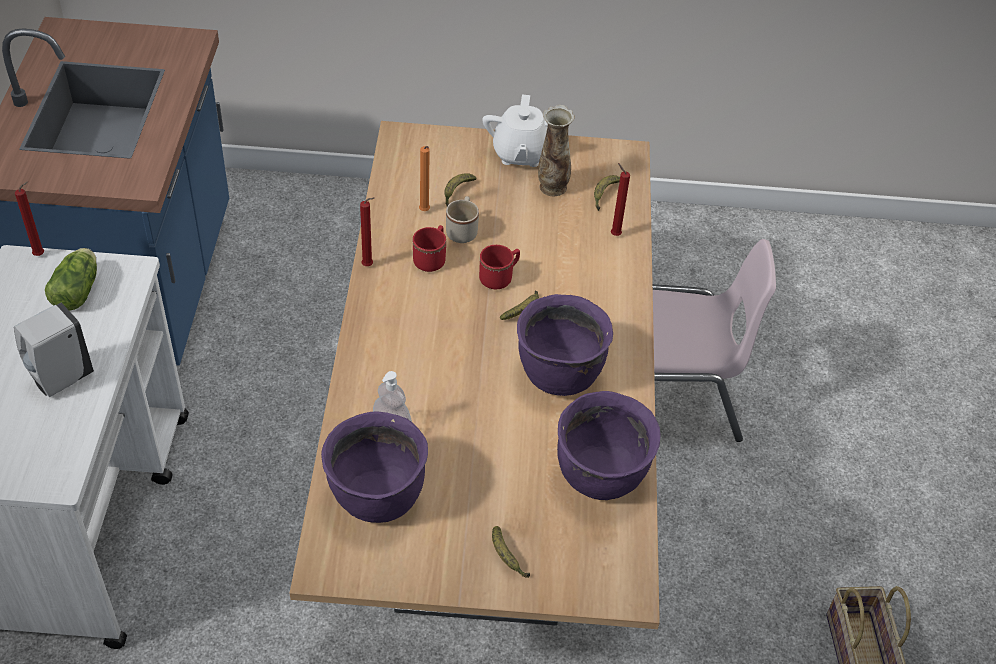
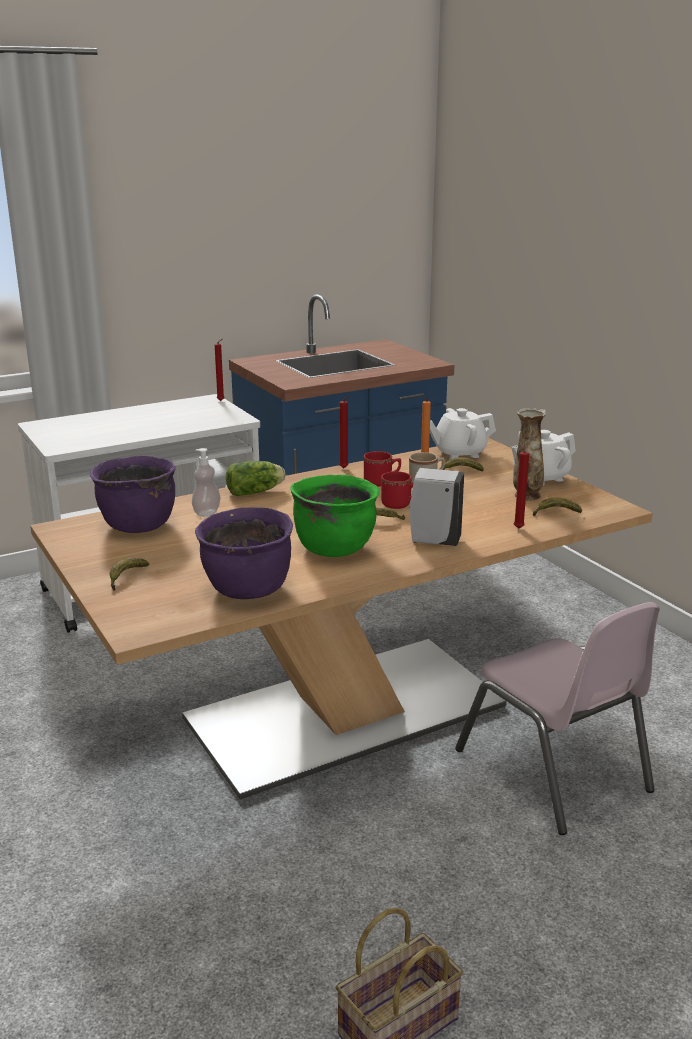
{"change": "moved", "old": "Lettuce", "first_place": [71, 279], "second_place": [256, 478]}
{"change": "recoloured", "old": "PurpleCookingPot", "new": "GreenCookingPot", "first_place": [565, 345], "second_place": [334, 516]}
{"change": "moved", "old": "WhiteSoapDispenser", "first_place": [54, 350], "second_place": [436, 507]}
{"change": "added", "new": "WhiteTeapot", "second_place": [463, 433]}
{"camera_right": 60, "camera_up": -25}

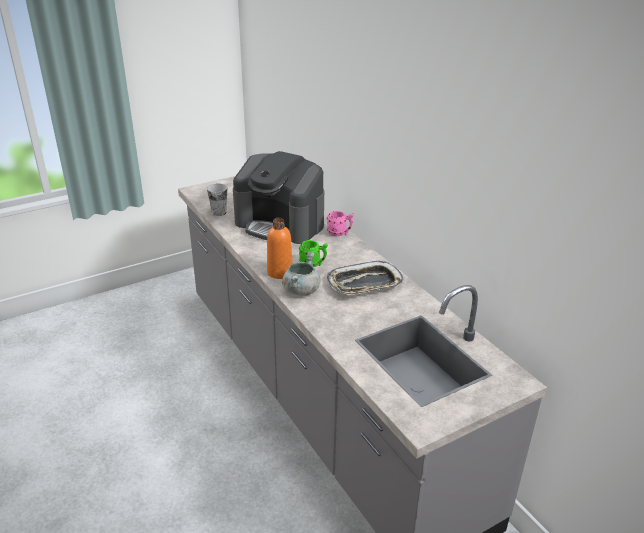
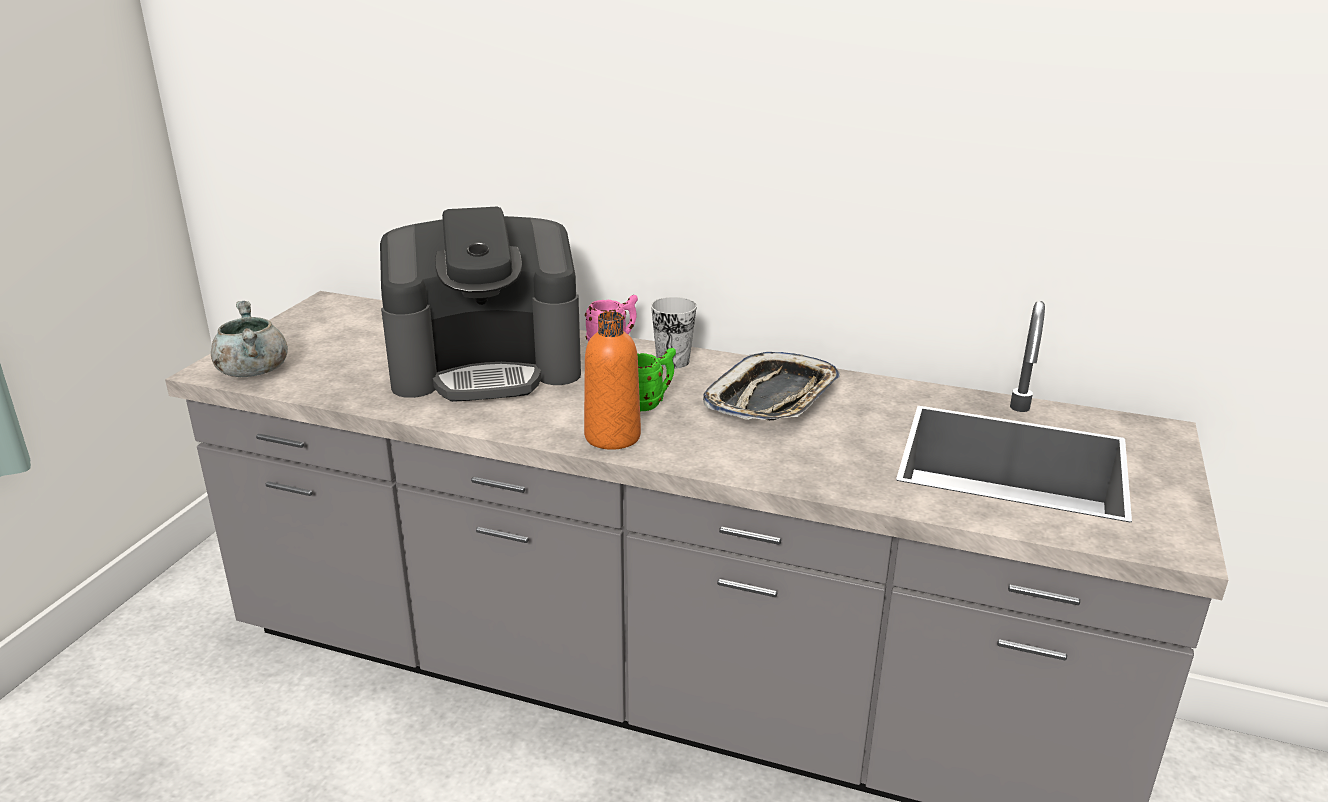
{"change": "moved", "old": "GreyCookingPot", "first_place": [301, 274], "second_place": [249, 339]}
{"change": "moved", "old": "Cup", "first_place": [217, 199], "second_place": [674, 333]}
{"camera_right": -40, "camera_up": -5}

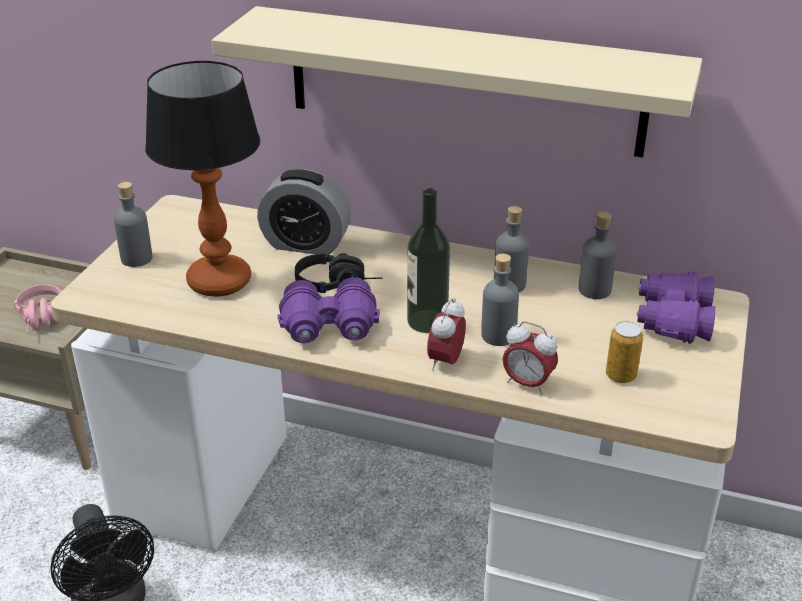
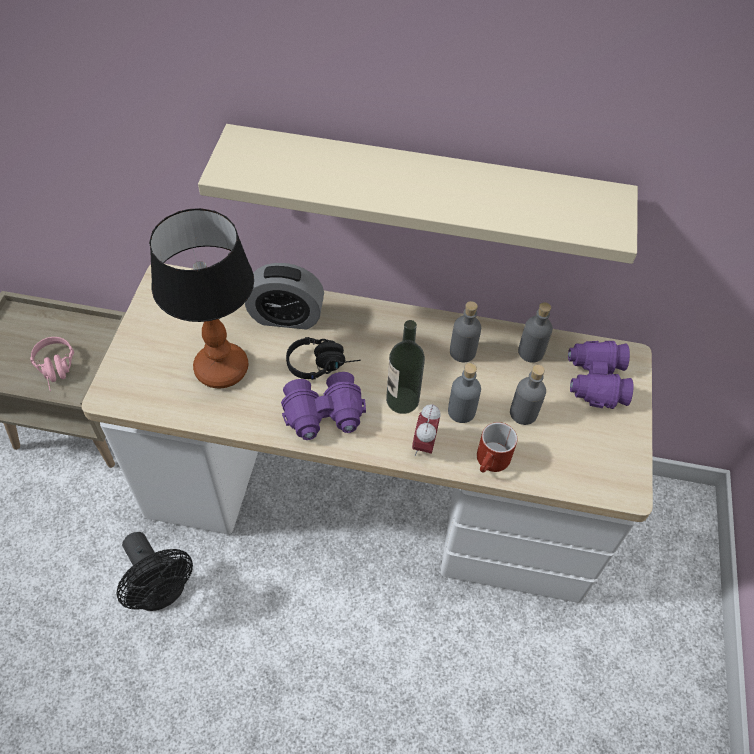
{"change": "replaced", "old": "AlarmClock", "new": "RedMug", "first_place": [530, 358], "second_place": [497, 447]}
{"change": "moved", "old": "GreyBottle", "first_place": [133, 224], "second_place": [528, 395]}
{"change": "removed", "old": "Can", "first_place": [624, 352]}
{"camera_right": -10, "camera_up": 20}

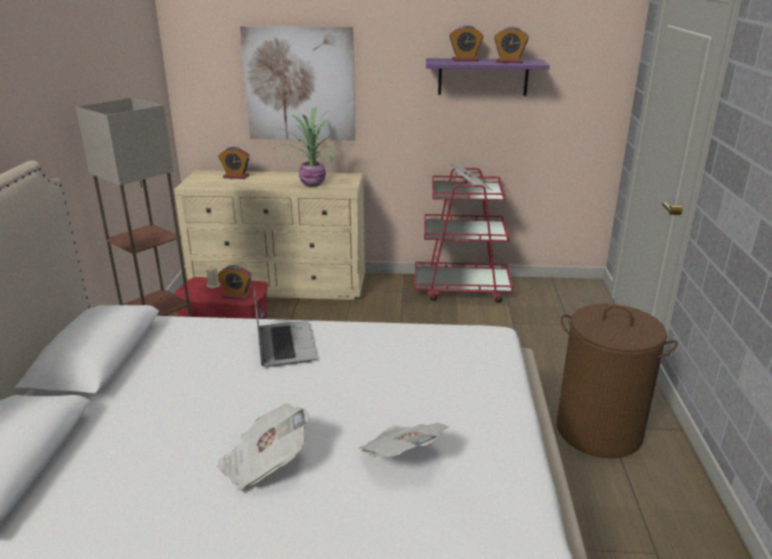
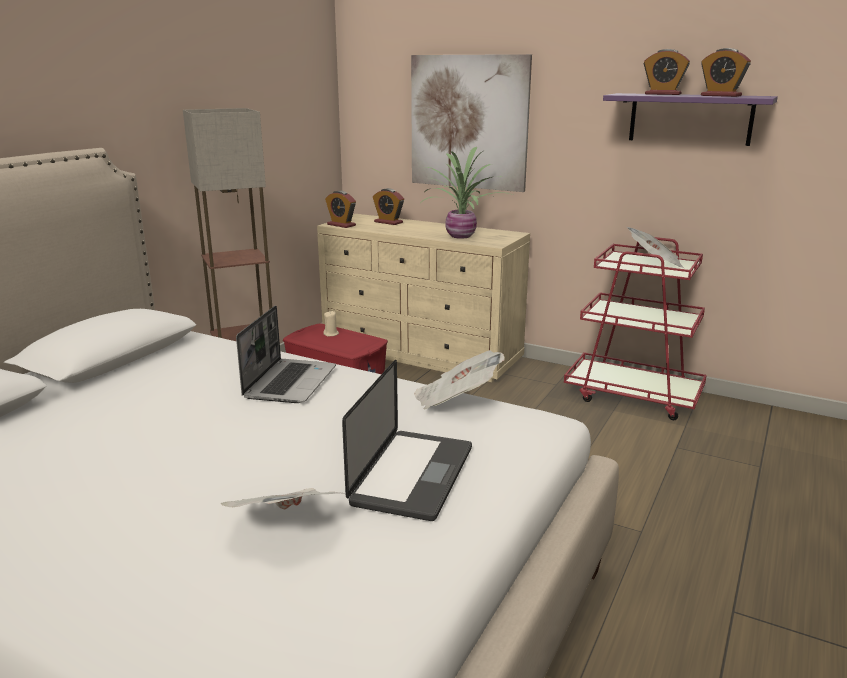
{"change": "moved", "old": "AlarmClock", "first_place": [235, 282], "second_place": [340, 209]}
{"change": "added", "new": "Laptop", "second_place": [407, 440]}
{"change": "moved", "old": "Newspaper", "first_place": [263, 447], "second_place": [459, 379]}
{"change": "removed", "old": "BrownLaundryBasket", "first_place": [617, 381]}
{"camera_right": 25, "camera_up": -5}

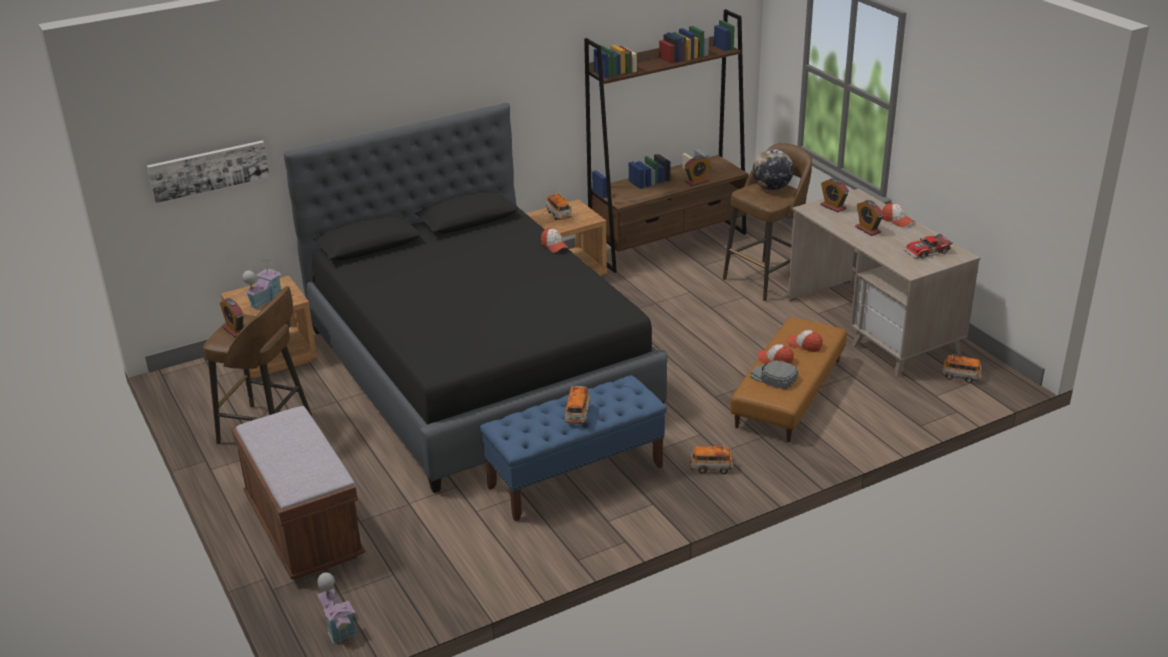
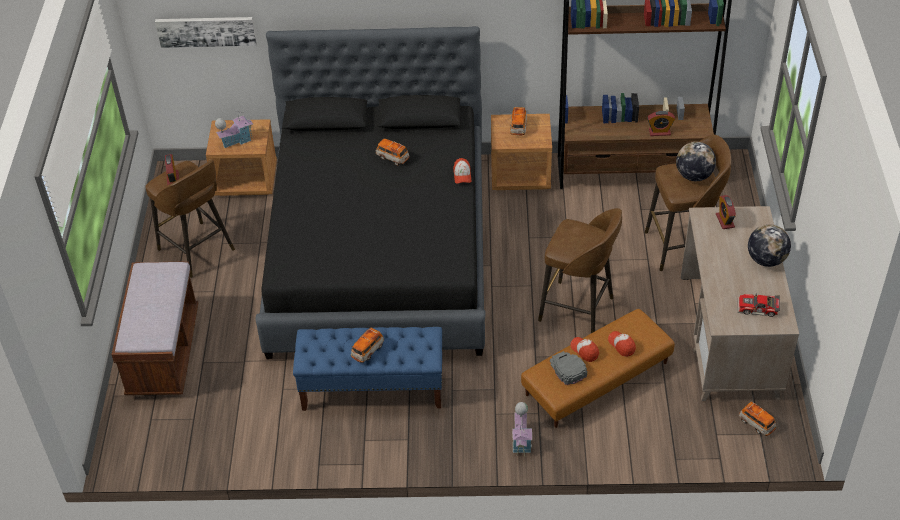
{"change": "moved", "old": "ToyCar", "first_place": [712, 459], "second_place": [393, 152]}
{"change": "moved", "old": "ToyHouse", "first_place": [336, 608], "second_place": [522, 429]}
{"change": "added", "new": "BrownStool", "second_place": [580, 270]}
{"change": "replaced", "old": "Cap", "new": "Globe", "first_place": [898, 215], "second_place": [769, 245]}
{"change": "removed", "old": "AlarmClock", "first_place": [869, 218]}
{"camera_right": 30, "camera_up": 15}

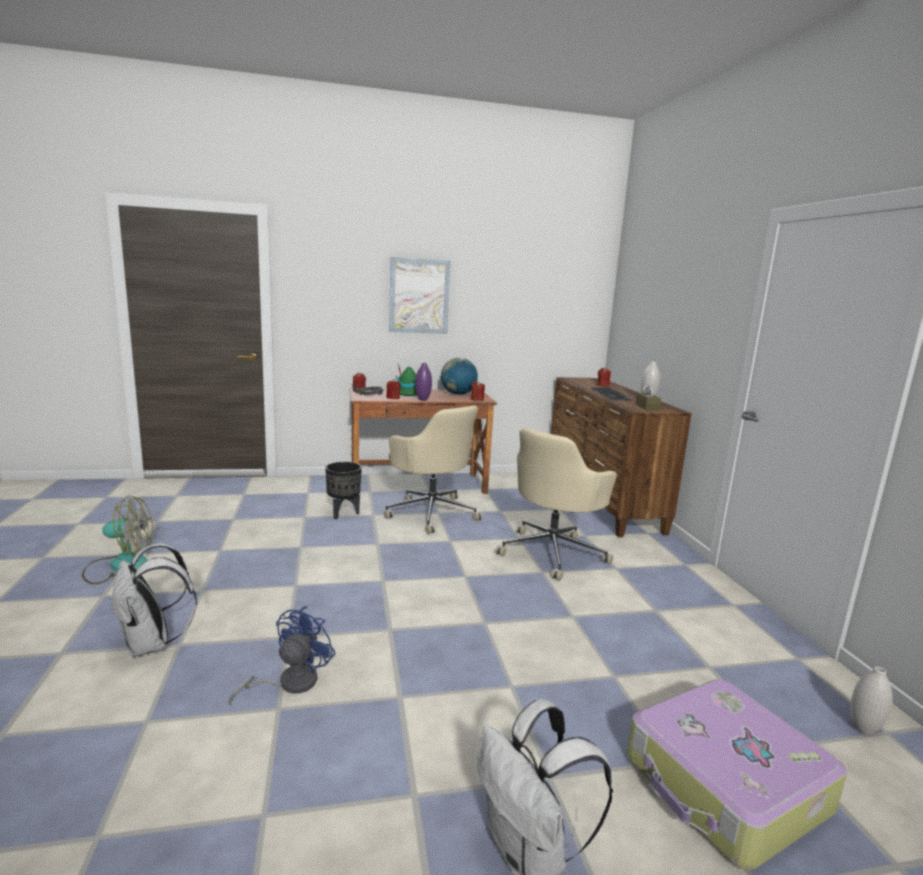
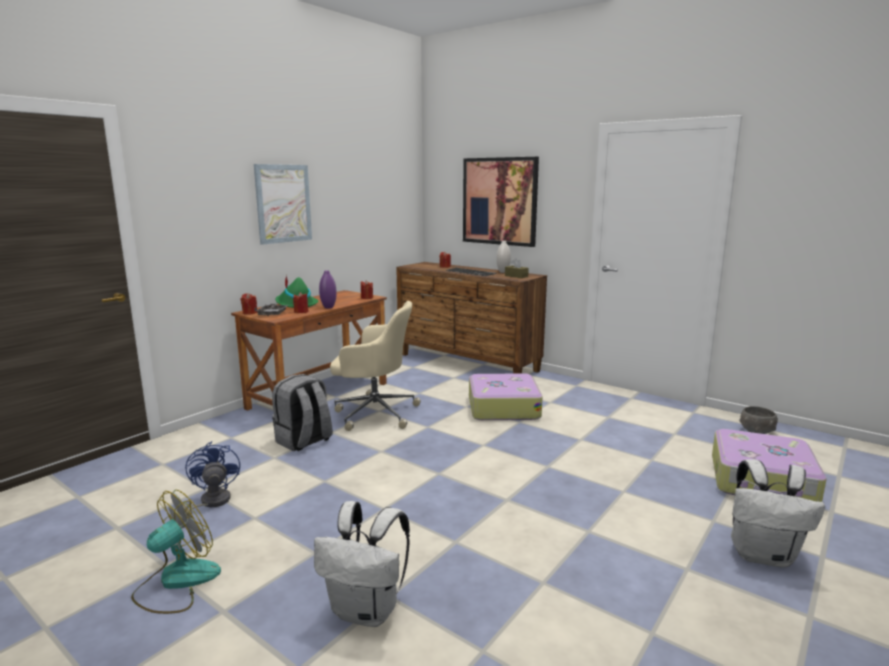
{"change": "moved", "old": "BlueFan", "first_place": [282, 655], "second_place": [210, 485]}
{"change": "replaced", "old": "BlackPlanter", "new": "GreyBackpack", "first_place": [343, 490], "second_place": [302, 412]}
{"change": "added", "new": "Picture", "second_place": [501, 202]}
{"change": "replaced", "old": "BeigeOfficeChair", "new": "Suitcase", "first_place": [556, 504], "second_place": [506, 396]}
{"change": "replaced", "old": "WhiteVase", "new": "GreyBowl", "first_place": [871, 700], "second_place": [759, 420]}
{"change": "removed", "old": "Globe", "first_place": [459, 376]}
{"camera_right": -40, "camera_up": 0}

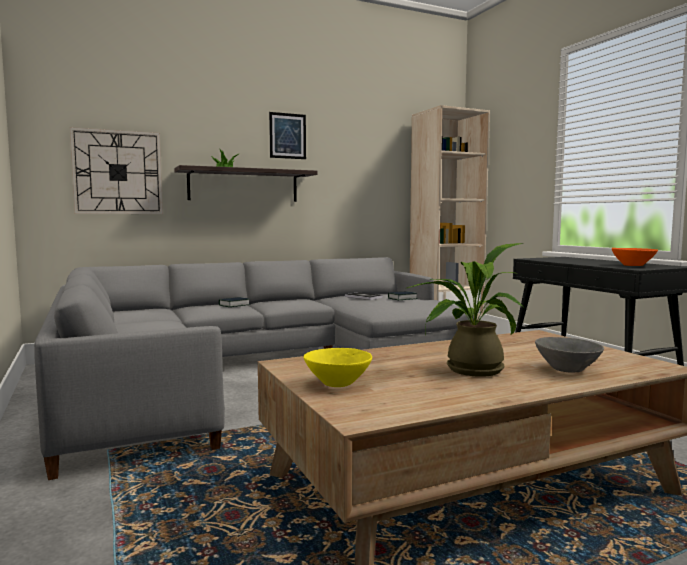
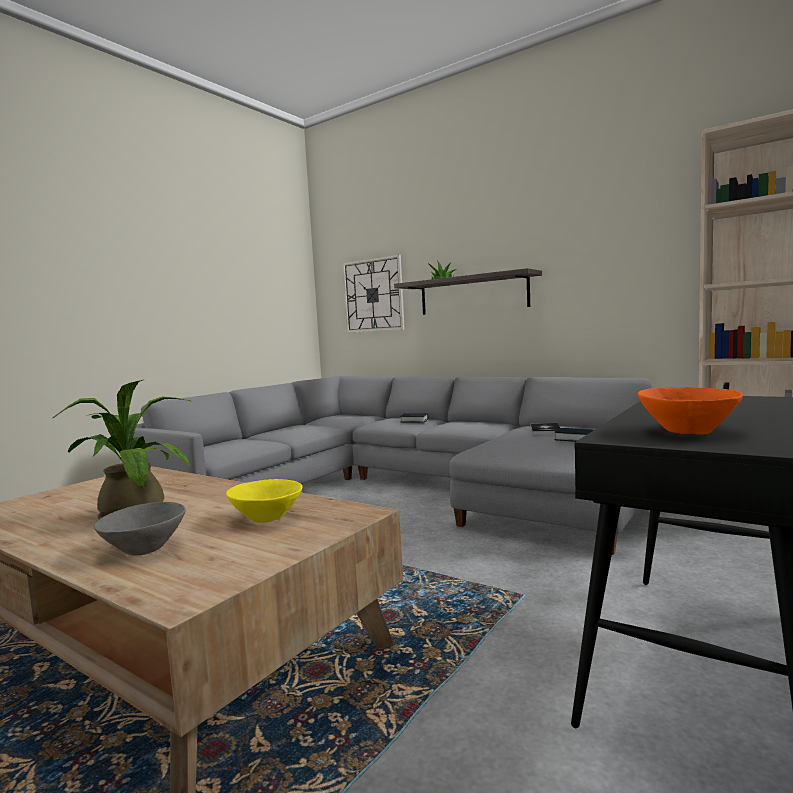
{"change": "moved", "old": "YellowBowl", "first_place": [337, 367], "second_place": [264, 501]}
{"change": "removed", "old": "Picture", "first_place": [287, 135]}
{"camera_right": 60, "camera_up": 0}

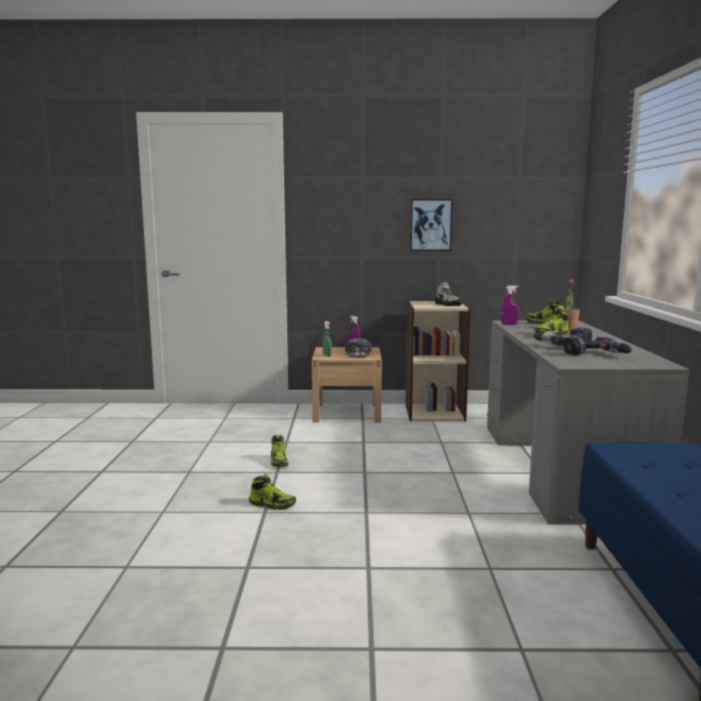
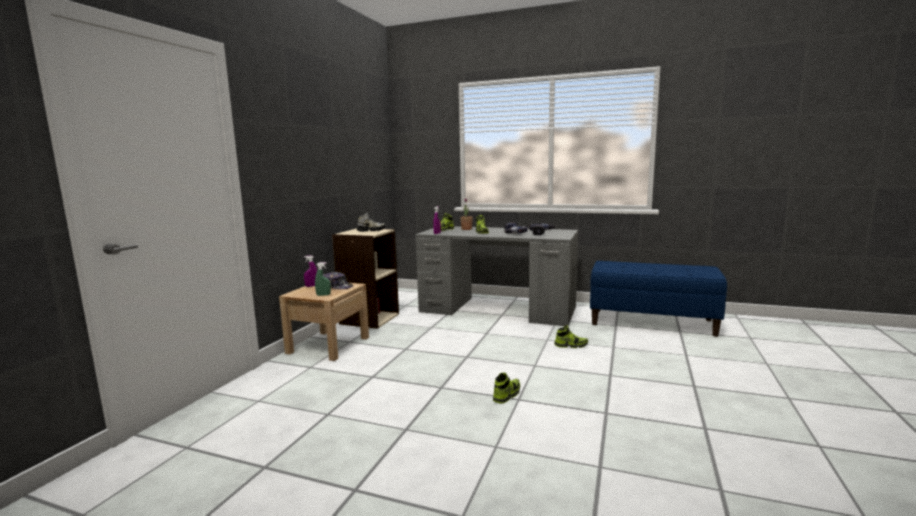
{"change": "moved", "old": "Shoe", "first_place": [279, 451], "second_place": [571, 336]}
{"change": "removed", "old": "Picture", "first_place": [431, 225]}
{"camera_right": -70, "camera_up": 0}

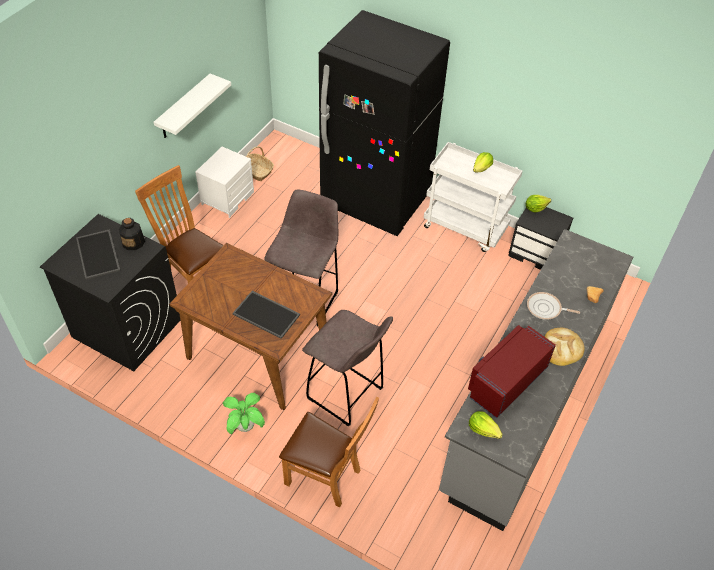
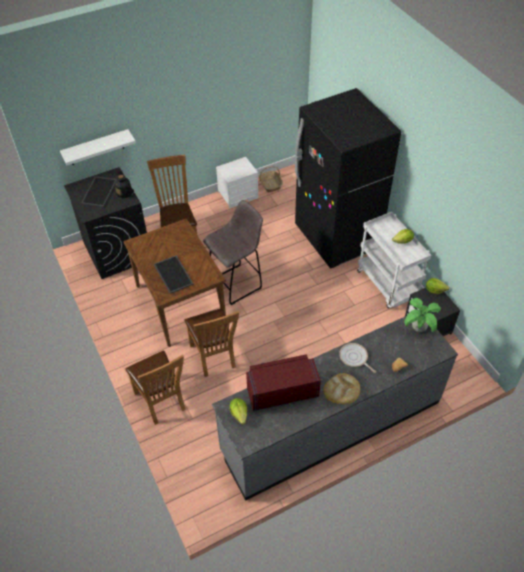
{"change": "moved", "old": "WhiteShelf", "first_place": [192, 105], "second_place": [98, 147]}
{"change": "replaced", "old": "GreyStool", "new": "BrownChair", "first_place": [347, 368], "second_place": [211, 342]}
{"change": "moved", "old": "PottedPlant", "first_place": [244, 413], "second_place": [422, 315]}
{"camera_right": 35, "camera_up": 0}

